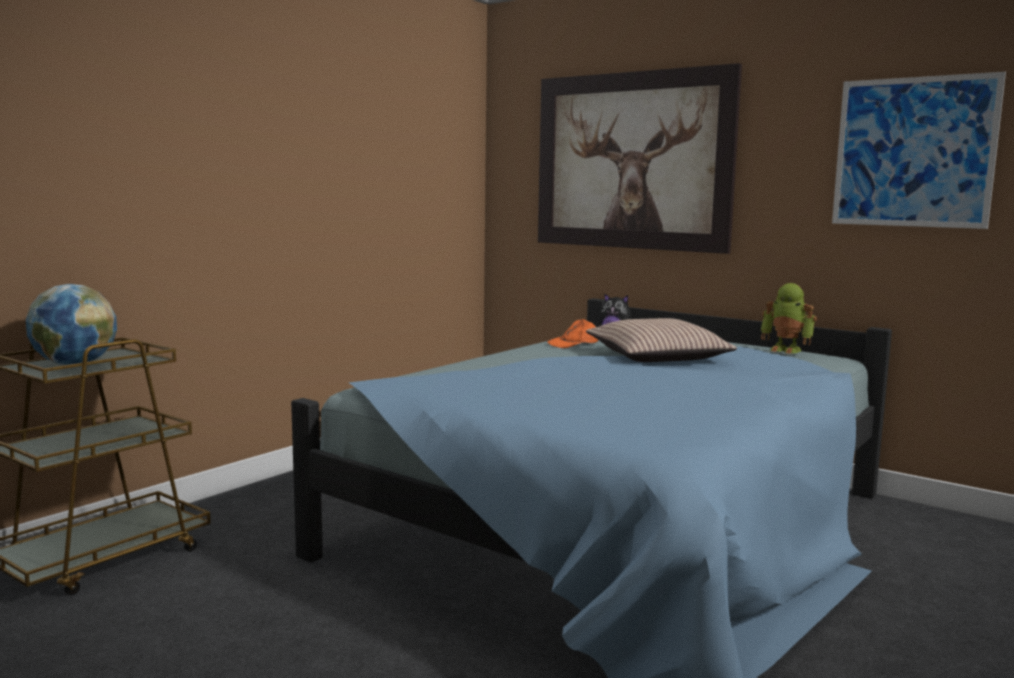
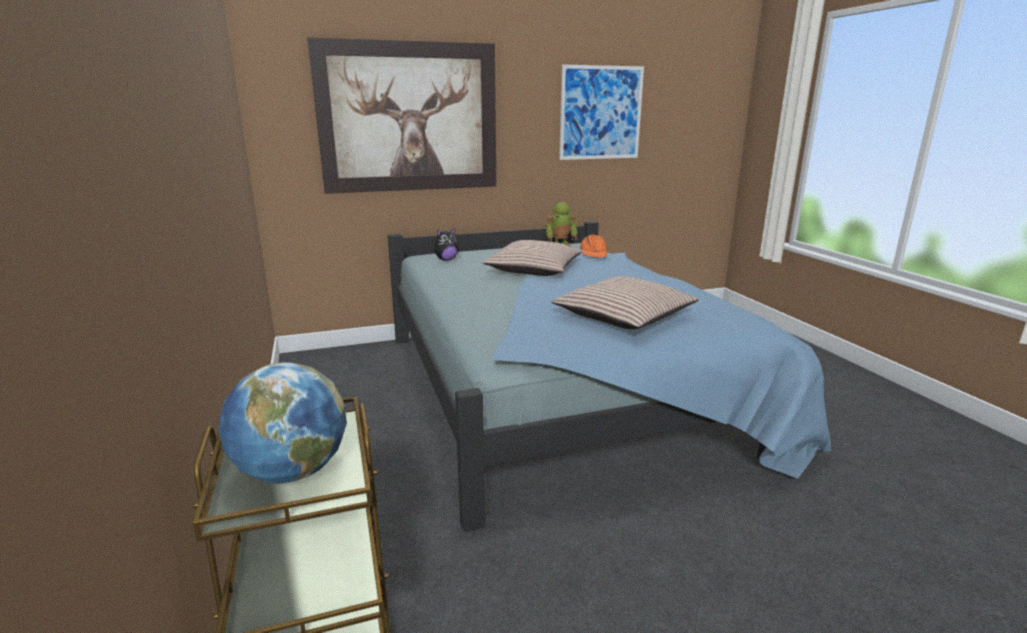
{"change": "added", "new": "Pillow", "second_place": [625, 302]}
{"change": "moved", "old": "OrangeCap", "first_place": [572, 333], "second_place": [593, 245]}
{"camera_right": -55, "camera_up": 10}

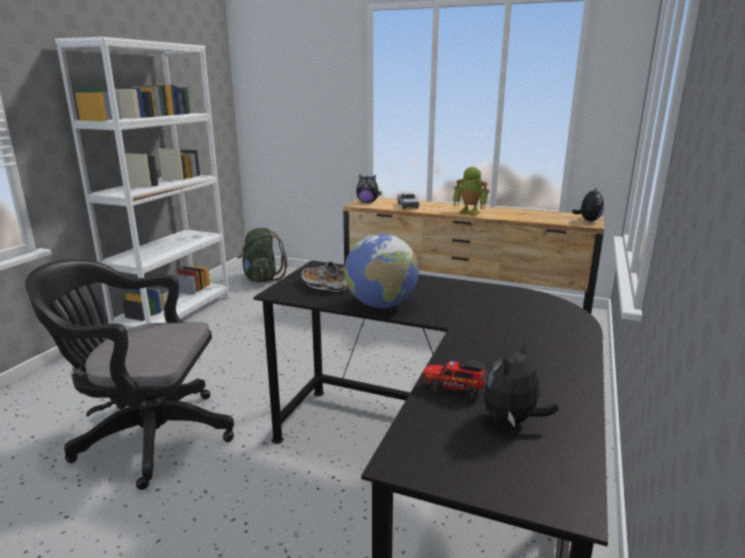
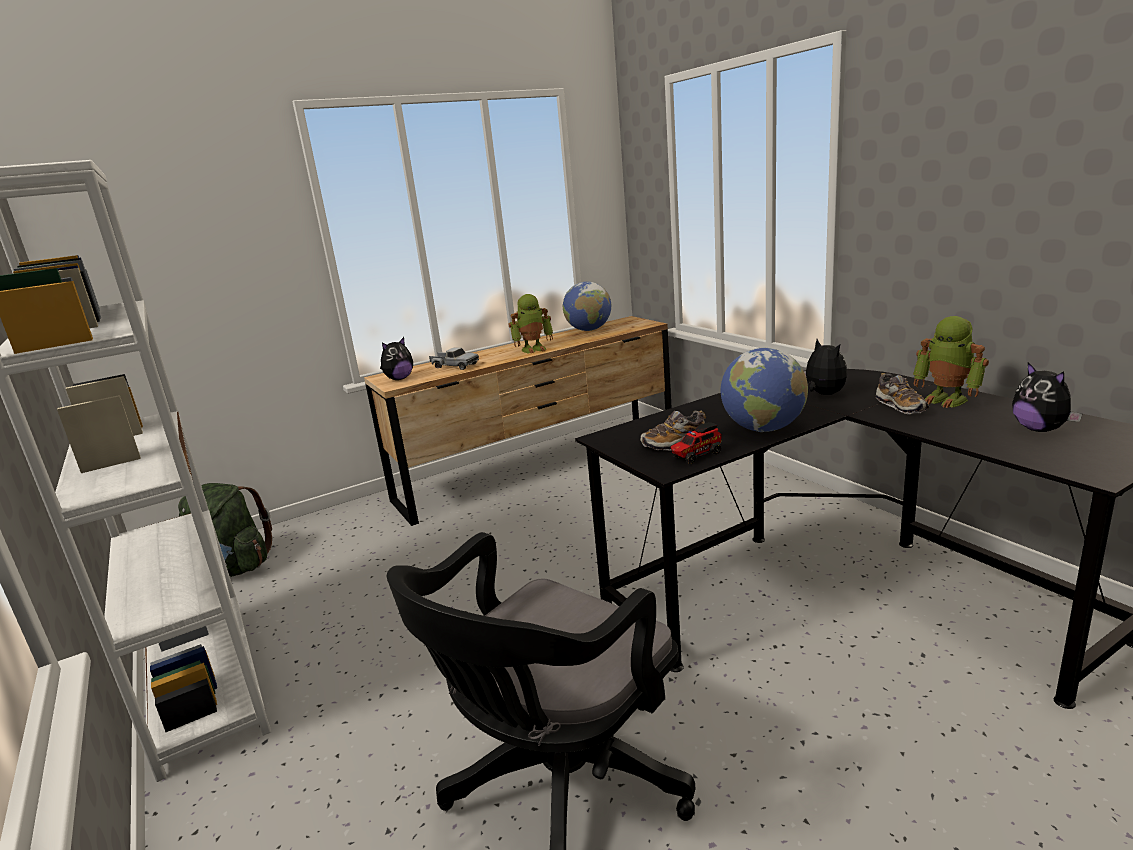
{"change": "added", "new": "Globe", "second_place": [587, 306]}
{"change": "moved", "old": "ToyTruck", "first_place": [455, 380], "second_place": [696, 443]}
{"change": "moved", "old": "PlushToy", "first_place": [588, 204], "second_place": [825, 367]}
{"change": "added", "new": "Shoe", "second_place": [902, 394]}
{"change": "added", "new": "ToyRobot", "second_place": [951, 362]}
{"camera_right": -50, "camera_up": 0}

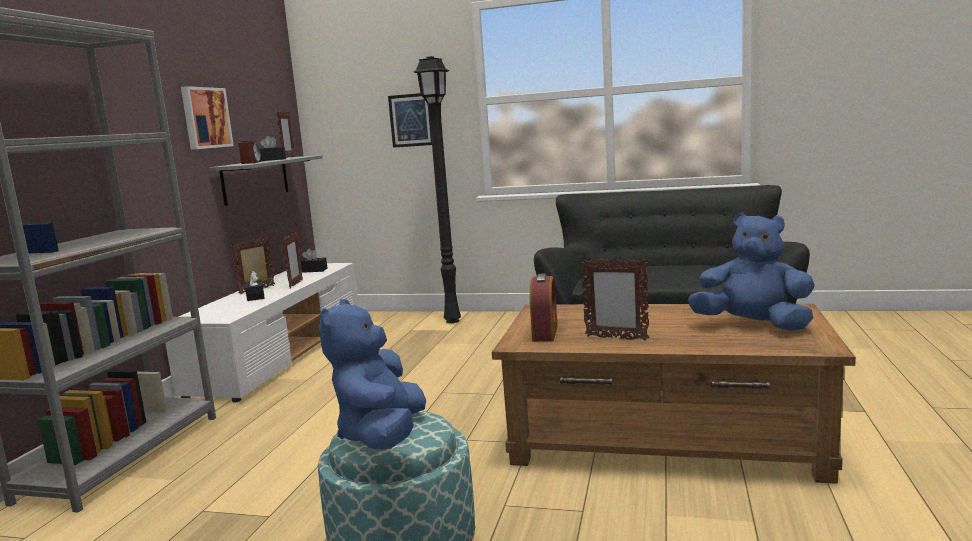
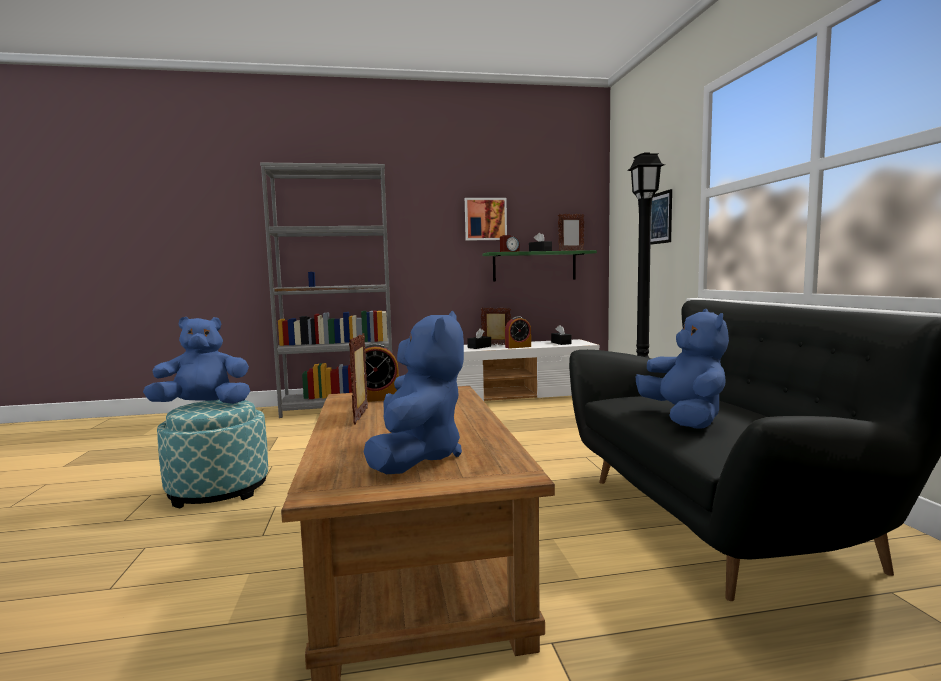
{"change": "recoloured", "old": "GreyShelf", "new": "GreenShelf", "first_place": [266, 180], "second_place": [539, 266]}
{"change": "replaced", "old": "PictureFrame", "new": "AlarmClock", "first_place": [292, 260], "second_place": [518, 332]}
{"change": "added", "new": "BluePlushToy", "second_place": [682, 369]}
{"camera_right": 65, "camera_up": -5}

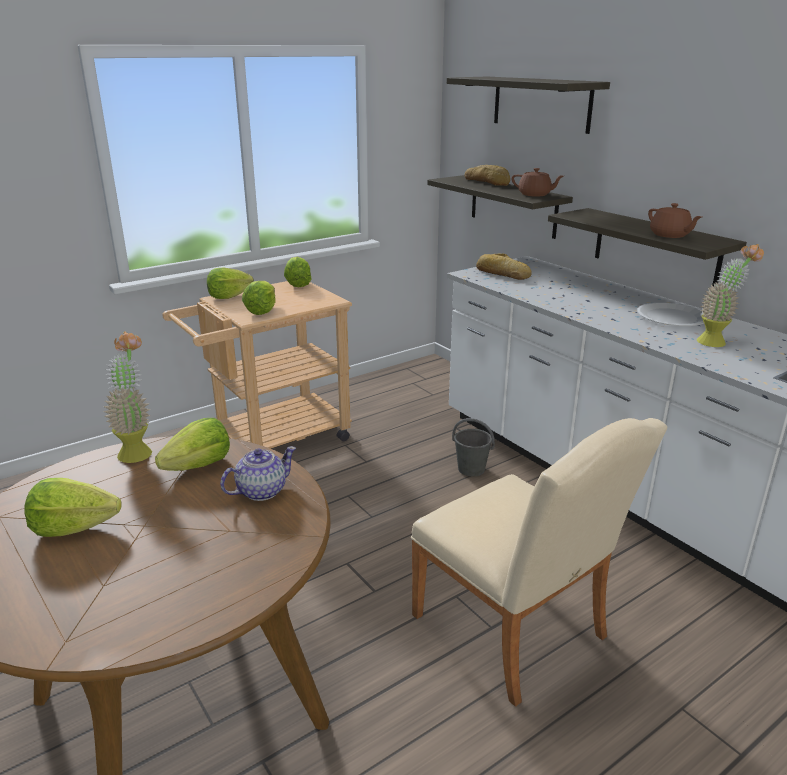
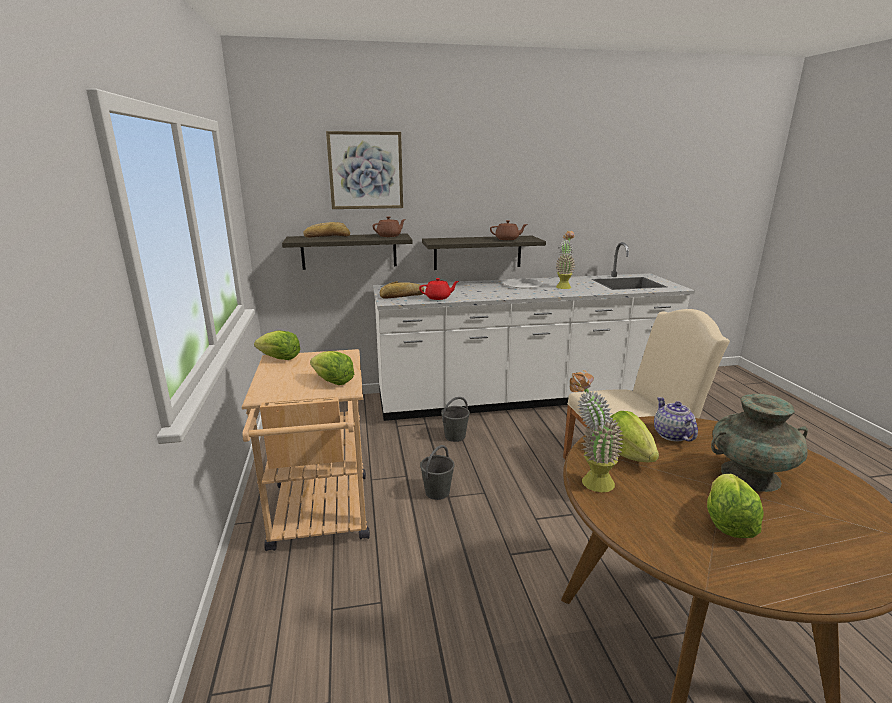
{"change": "replaced", "old": "Shelf", "new": "Picture", "first_place": [528, 105], "second_place": [364, 170]}
{"change": "added", "new": "RedTeapot", "second_place": [439, 289]}
{"change": "added", "new": "GreyBucket", "second_place": [437, 472]}
{"change": "added", "new": "TurquoiseVase", "second_place": [759, 443]}
{"change": "removed", "old": "Lettuce", "first_place": [230, 283]}
{"camera_right": -65, "camera_up": -5}

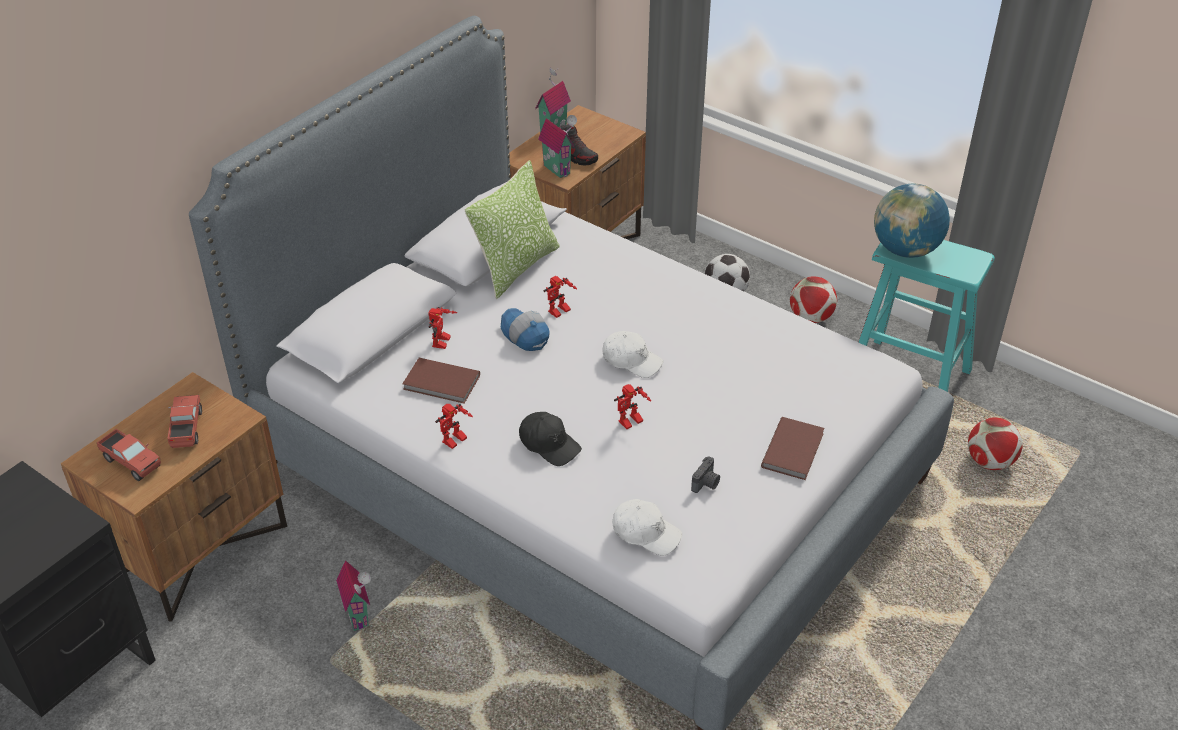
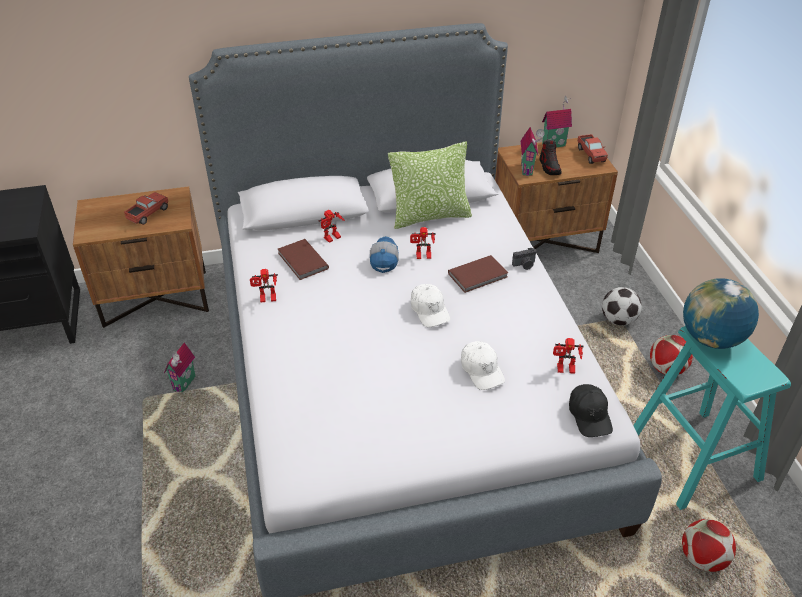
{"change": "moved", "old": "BrownBook", "first_place": [792, 448], "second_place": [478, 274]}
{"change": "moved", "old": "WhiteCap", "first_place": [647, 527], "second_place": [483, 365]}
{"change": "moved", "old": "PhotoCamera", "first_place": [705, 474], "second_place": [524, 259]}
{"change": "moved", "old": "ToyRobot", "first_place": [632, 406], "second_place": [568, 356]}
{"change": "moved", "old": "BlackCap", "first_place": [550, 439], "second_place": [591, 410]}
{"change": "moved", "old": "ToyTruck", "first_place": [129, 455], "second_place": [593, 149]}
{"camera_right": 40, "camera_up": 0}

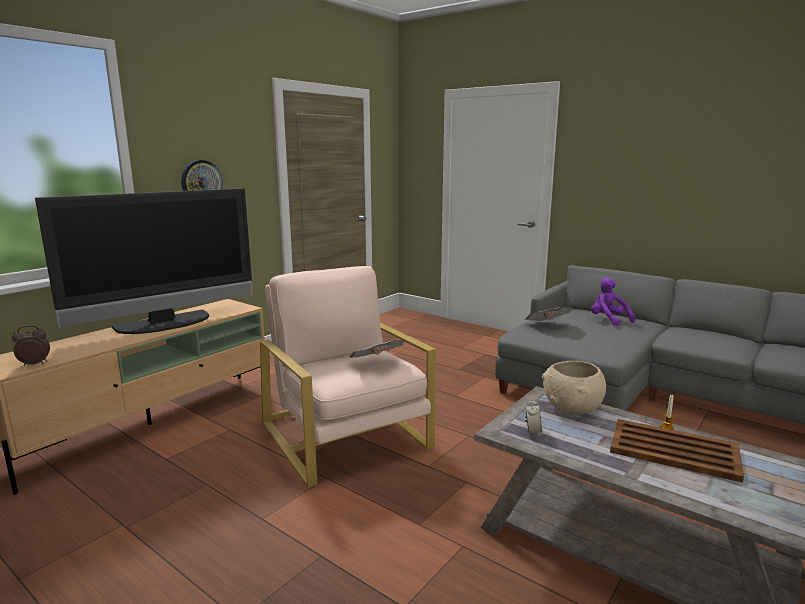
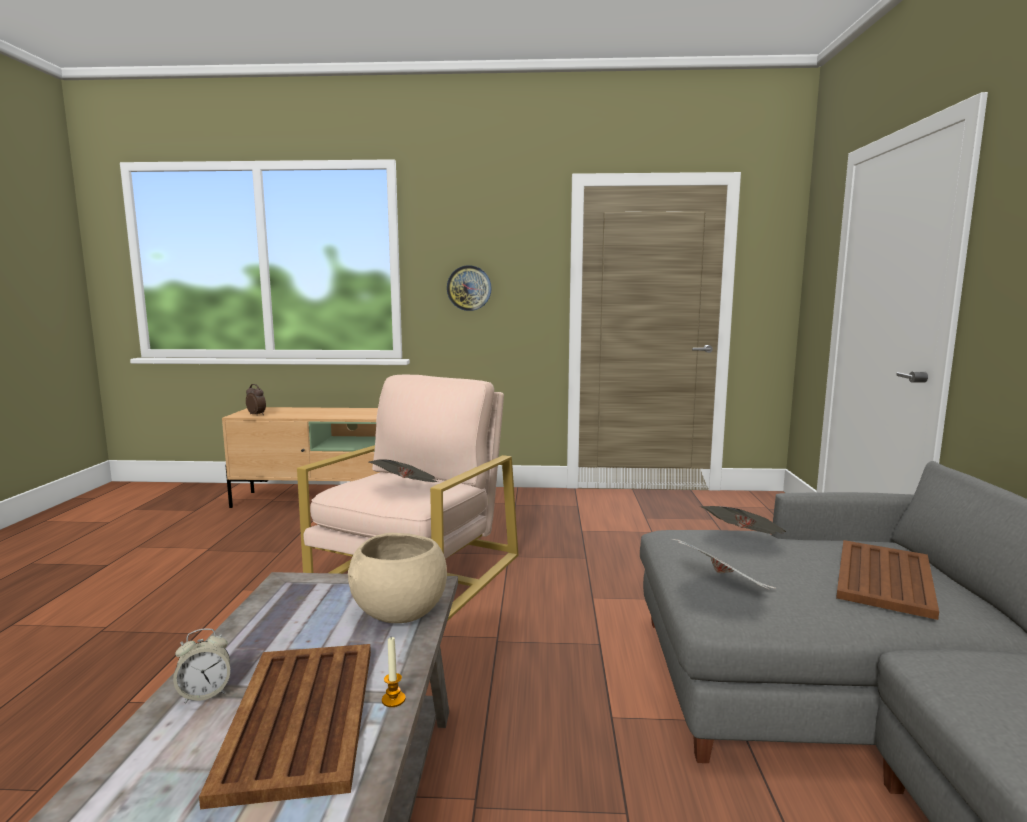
{"change": "moved", "old": "AlarmClock", "first_place": [534, 417], "second_place": [201, 666]}
{"change": "added", "new": "Newspaper", "second_place": [723, 564]}
{"change": "replaced", "old": "PurplePlushToy", "new": "BrownTray", "first_place": [613, 301], "second_place": [887, 580]}
{"change": "removed", "old": "Television", "first_place": [143, 261]}
{"camera_right": 55, "camera_up": -5}

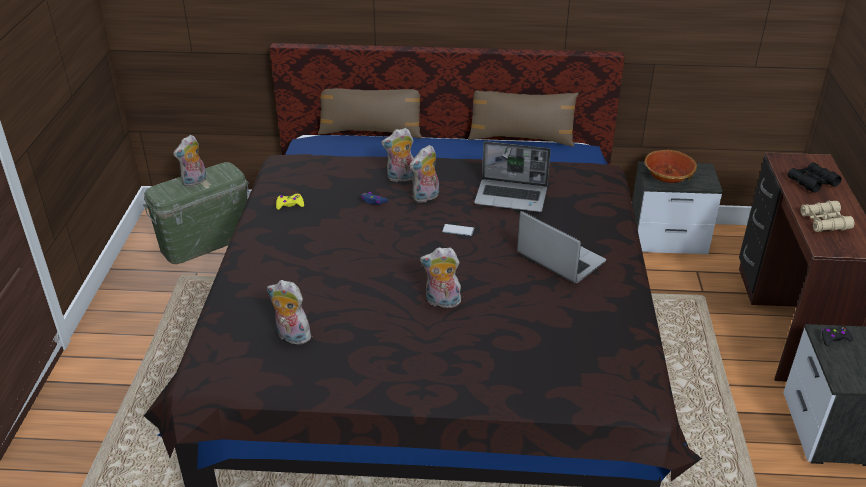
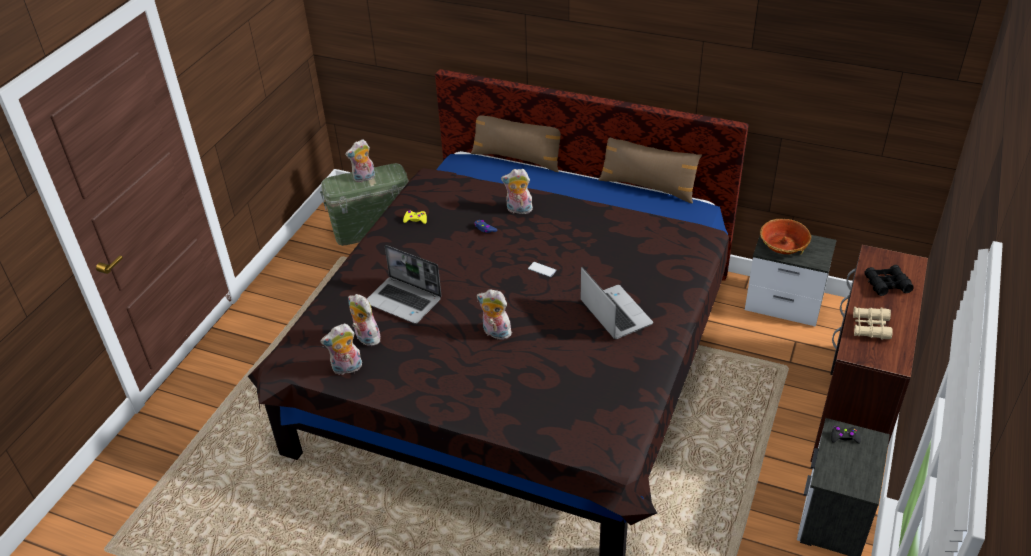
{"change": "moved", "old": "PlushToy", "first_place": [424, 174], "second_place": [341, 349]}
{"change": "moved", "old": "Laptop", "first_place": [512, 176], "second_place": [404, 284]}
{"camera_right": 20, "camera_up": 5}

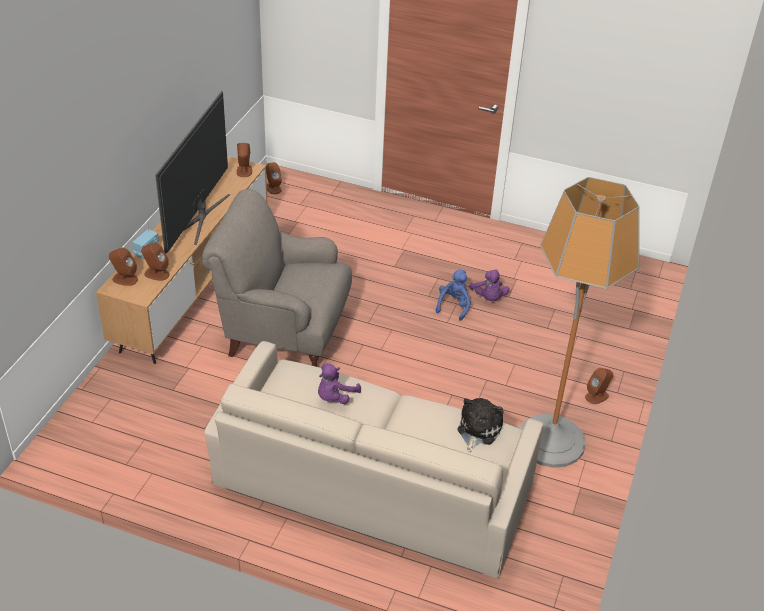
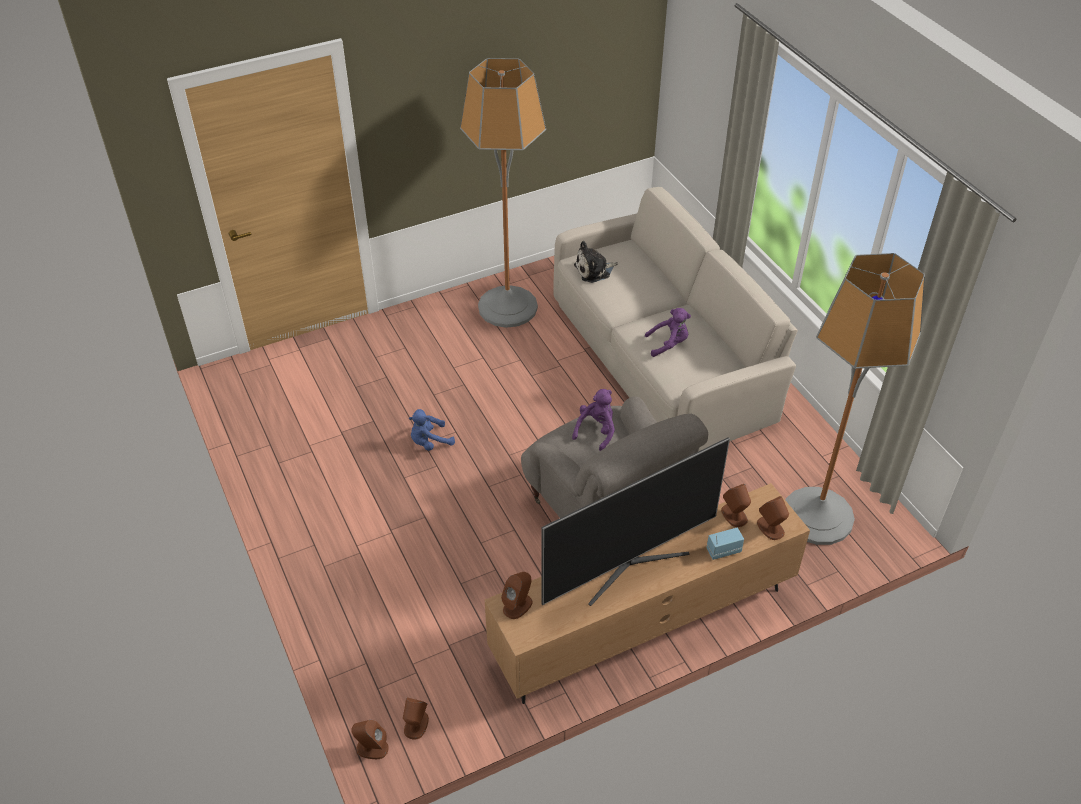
{"change": "moved", "old": "BrownSpeaker", "first_place": [599, 386], "second_place": [370, 739]}
{"change": "moved", "old": "PurplePlushToy", "first_place": [489, 285], "second_place": [593, 420]}
{"change": "added", "new": "FloorLamp", "second_place": [855, 399]}
{"camera_right": -135, "camera_up": 5}

